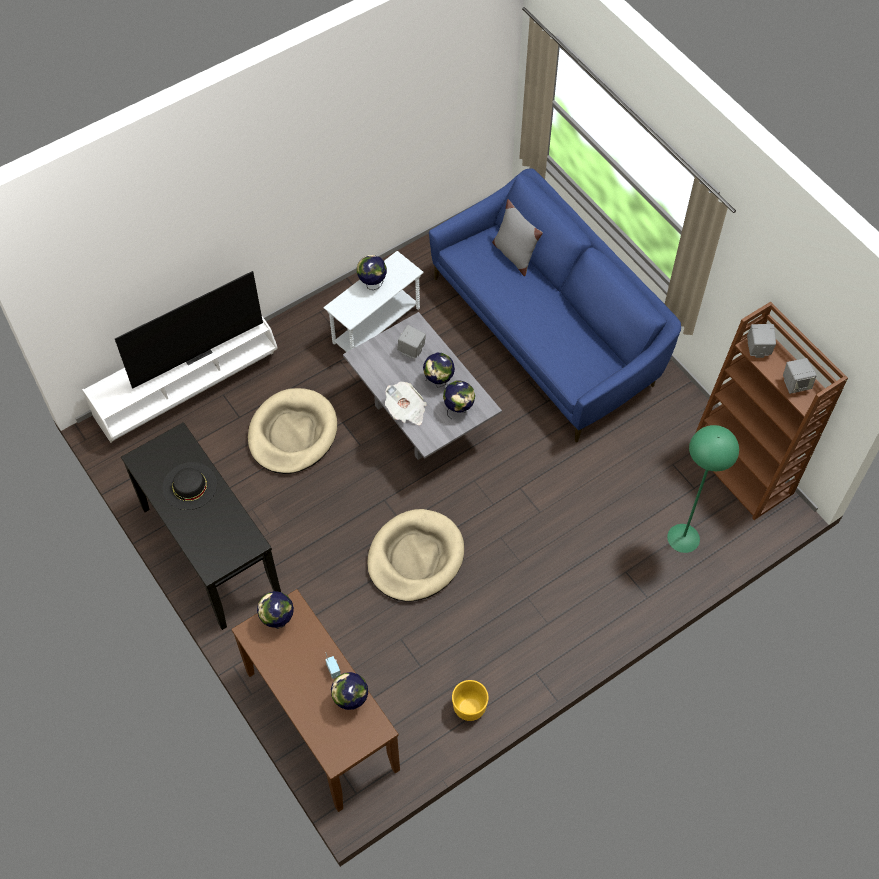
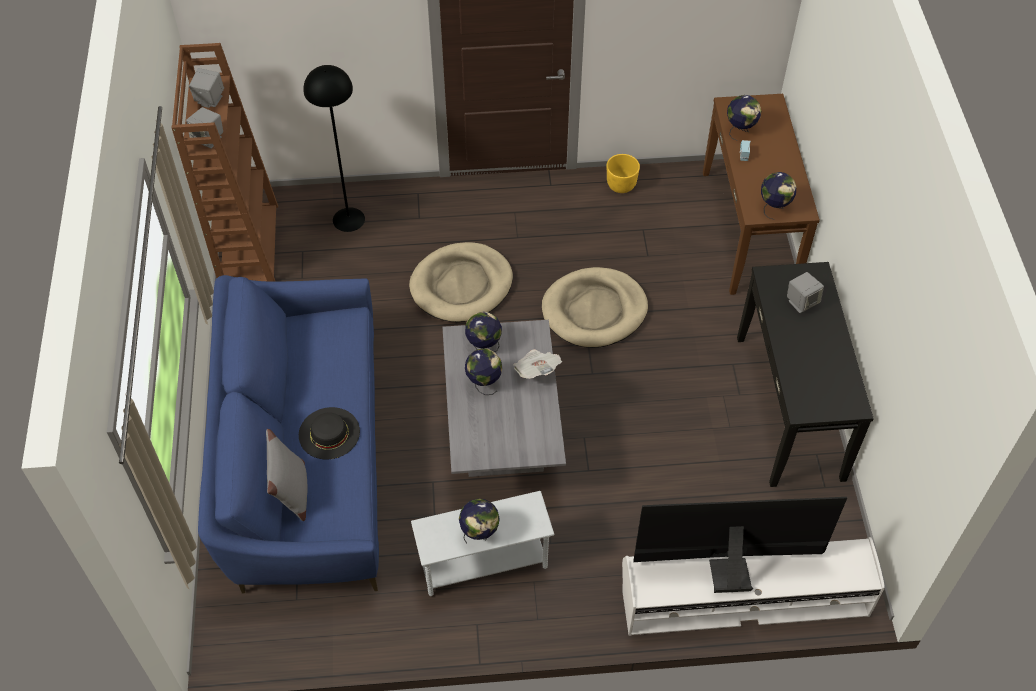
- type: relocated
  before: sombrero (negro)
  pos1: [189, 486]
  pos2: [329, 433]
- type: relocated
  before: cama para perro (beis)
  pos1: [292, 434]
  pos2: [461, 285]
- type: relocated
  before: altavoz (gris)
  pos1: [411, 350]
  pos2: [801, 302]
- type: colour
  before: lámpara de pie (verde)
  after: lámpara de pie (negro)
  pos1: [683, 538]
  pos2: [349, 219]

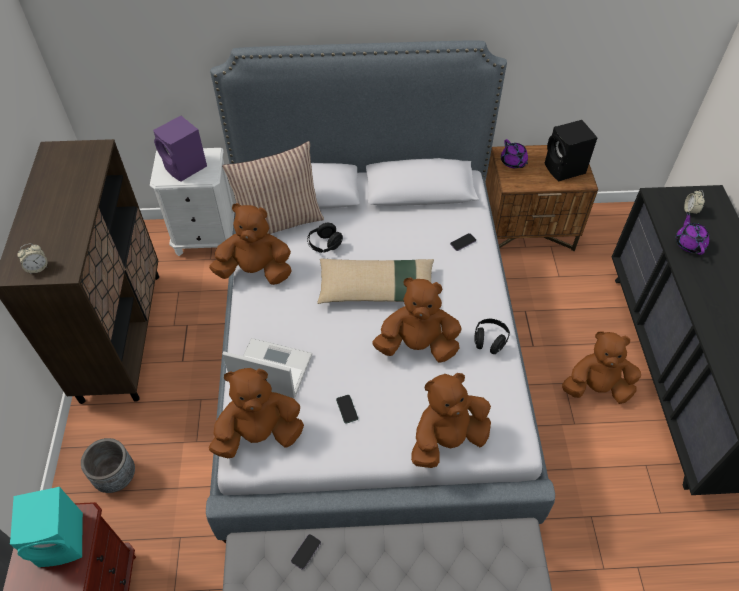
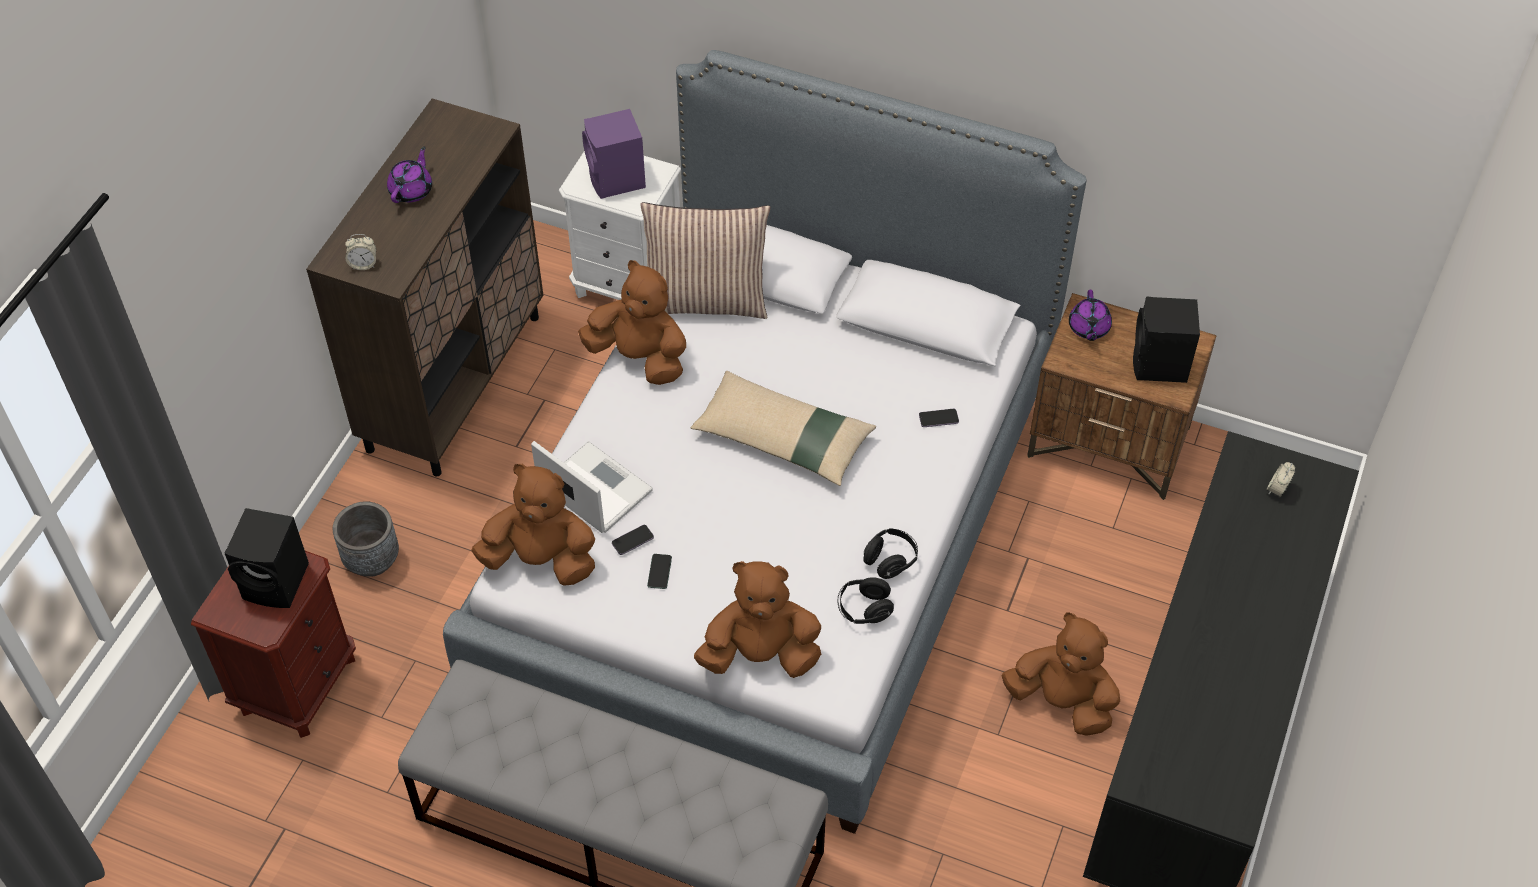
- type: colour
  before: altavoz (turquesa)
  after: altavoz (negro)
  pos1: [63, 540]
  pos2: [278, 582]
- type: relocated
  before: móvil
  pos1: [306, 552]
  pos2: [632, 540]
- type: relocated
  before: auriculares (negro)
  pos1: [324, 245]
  pos2: [864, 609]
- type: missing
  before: peluche (marrón)
  pos1: [417, 345]
- type: relocated
  before: tetera (morado)
  pos1: [689, 243]
  pos2: [412, 190]

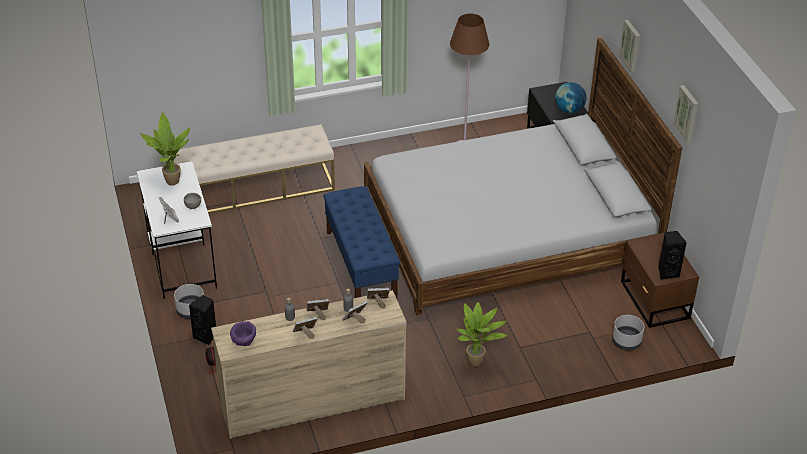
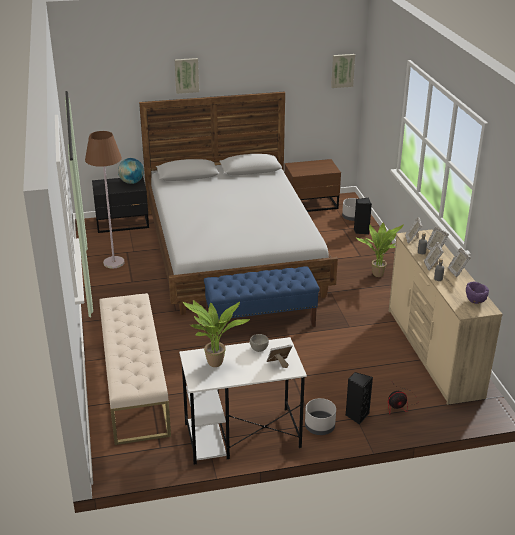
- type: relocated
  before: altavoz (negro)
  pos1: [667, 272]
  pos2: [361, 231]
- type: relocated
  before: cuadro
  pos1: [687, 113]
  pos2: [342, 70]

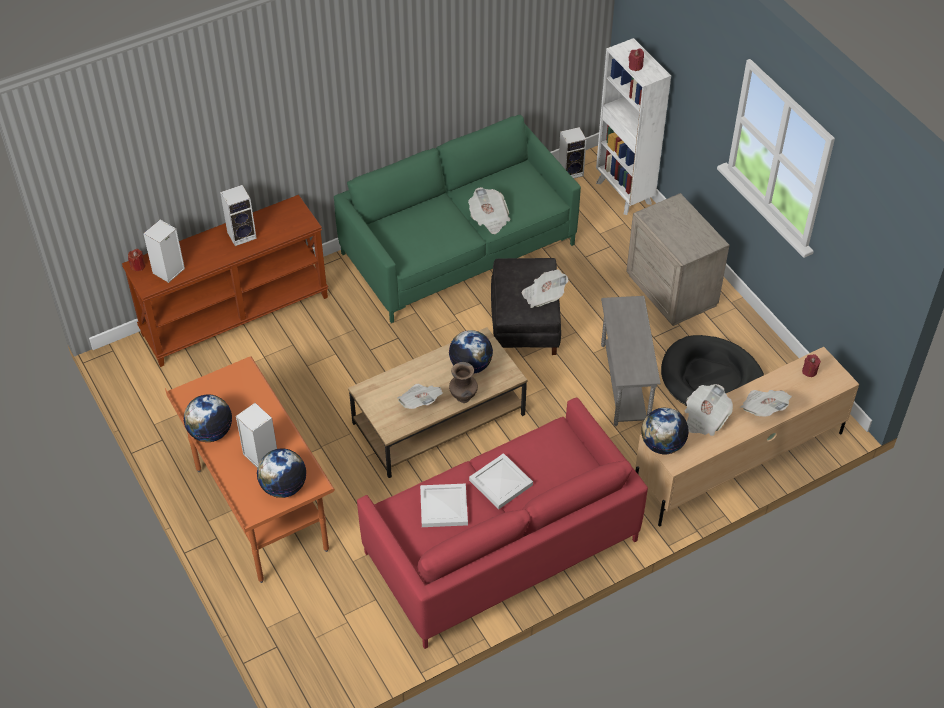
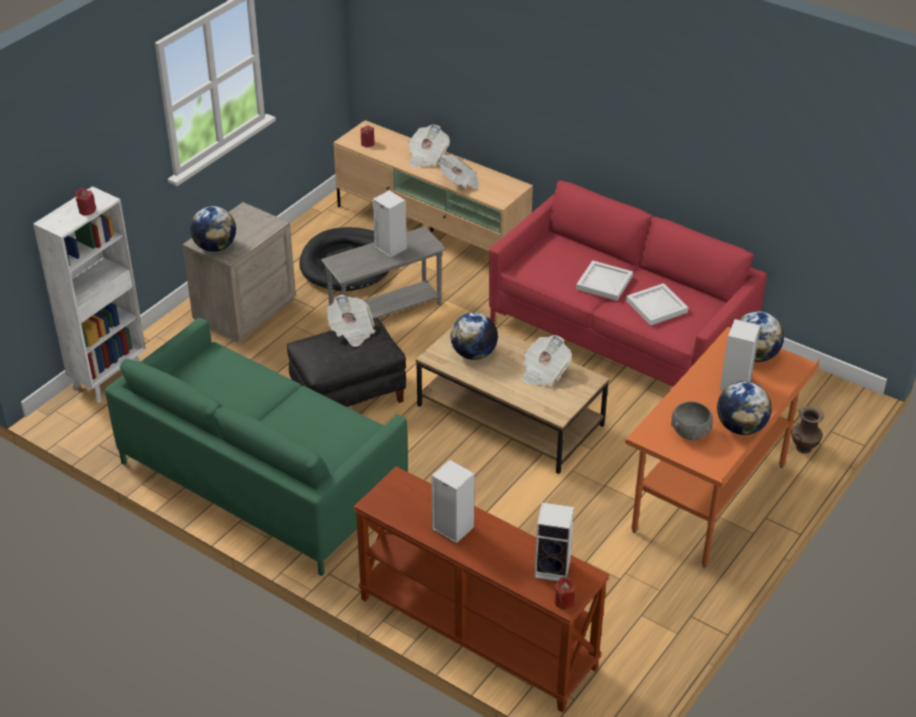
- type: relocated
  before: florero (marrón)
  pos1: [463, 398]
  pos2: [804, 447]
- type: missing
  before: periódico
  pos1: [489, 219]
- type: relocated
  before: altavoz
  pos1: [571, 171]
  pos2: [389, 247]
- type: relocated
  before: globo terráqueo
  pos1: [662, 444]
  pos2: [215, 247]
- type: appeared
  after: cuenco (gris)
  pos2: [690, 432]

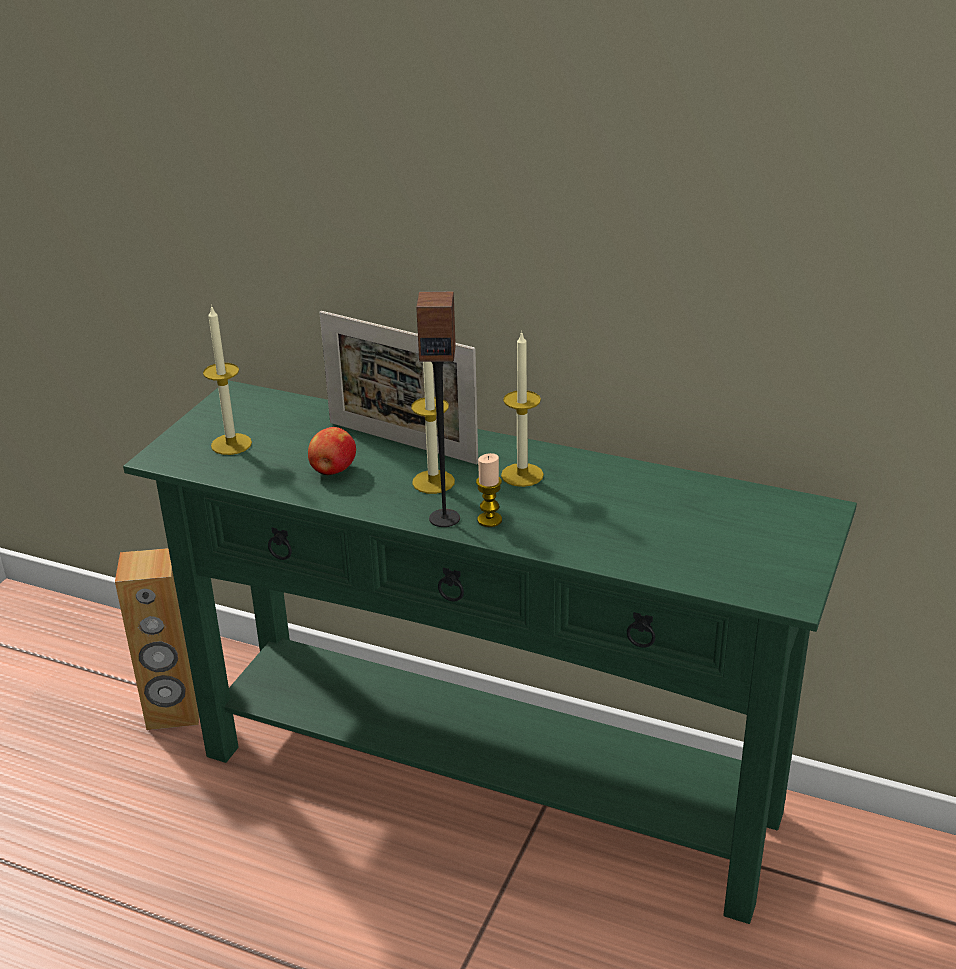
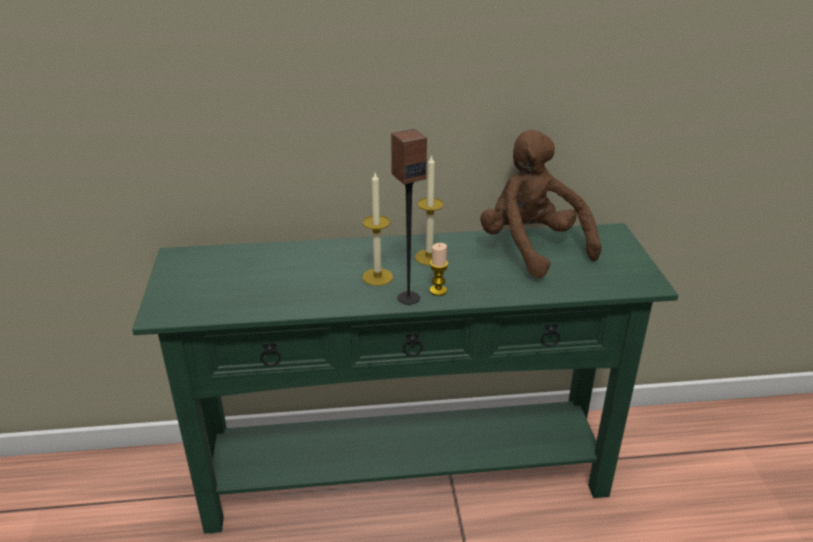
- type: missing
  before: altavoz (marrón)
  pos1: [174, 712]
- type: missing
  before: vela
  pos1: [231, 444]
- type: missing
  before: manzana
  pos1: [332, 471]
- type: missing
  before: portarretratos
  pos1: [402, 442]
- type: appeared
  after: peluche (marrón)
  pos2: [531, 247]

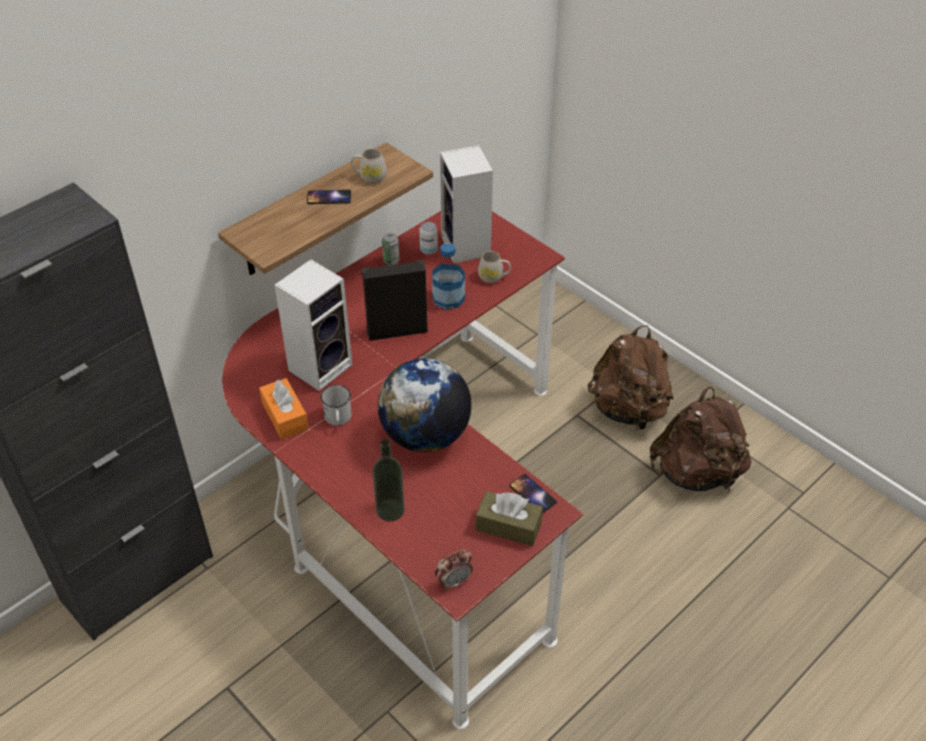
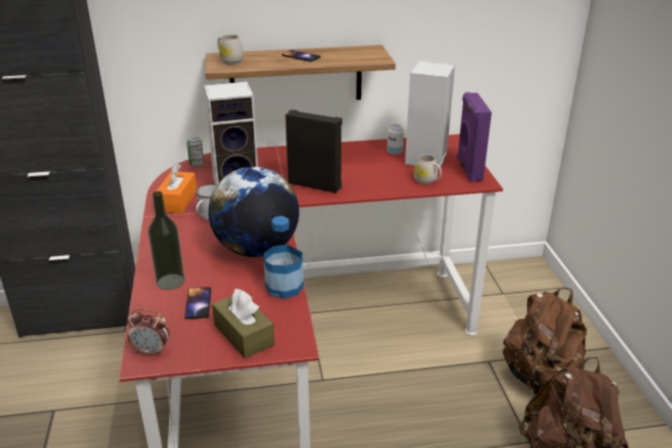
- type: relocated
  before: taza grande (blanco)
  pos1: [369, 177]
  pos2: [229, 61]
- type: relocated
  before: lata
  pos1: [391, 261]
  pos2: [196, 164]
- type: relocated
  before: botella
  pos1: [448, 298]
  pos2: [284, 286]
- type: relocated
  before: móvil
  pos1: [532, 494]
  pos2: [198, 303]
- type: appeared
  after: altavoz (morado)
  pos2: [468, 169]

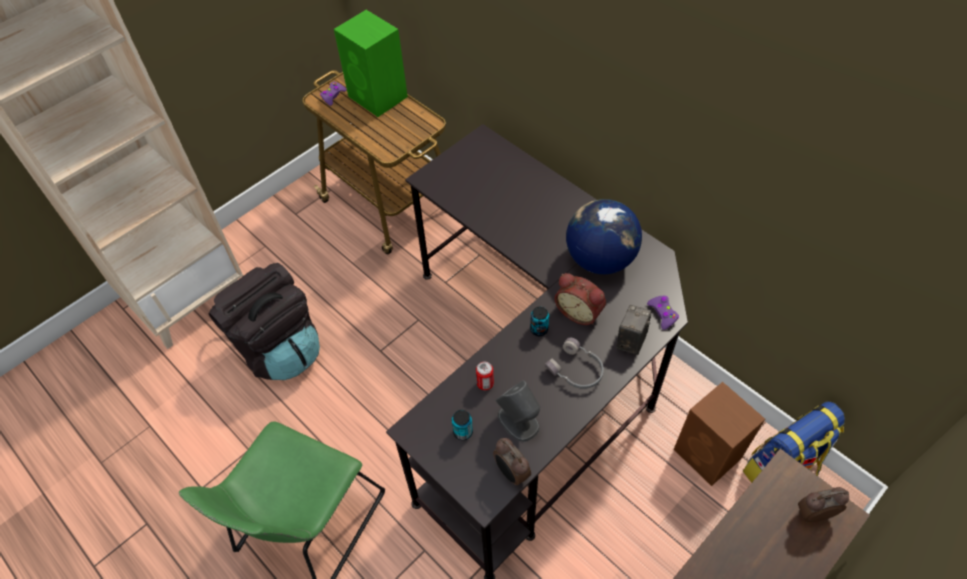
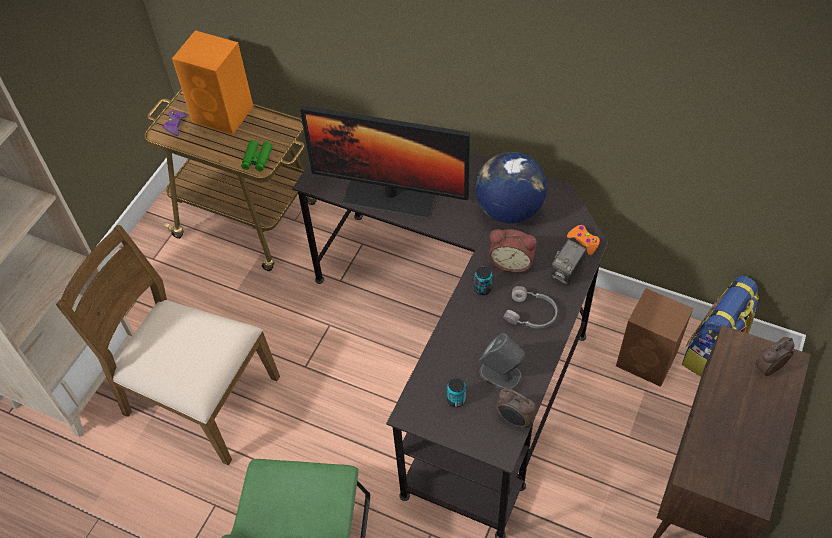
- type: exchanged
  before: mochila (negro)
  after: silla (marrón)
  pos1: [278, 348]
  pos2: [199, 397]
- type: colour
  before: altavoz (verde)
  after: altavoz (naranja)
  pos1: [379, 97]
  pos2: [224, 114]
- type: missing
  before: lata
  pos1: [485, 383]
- type: spun
  before: cámara
  pos1: [631, 340]
  pos2: [566, 272]
  turn: -150
- type: colour
  before: mando de consola (morado)
  after: mando de consola (naranja)
  pos1: [662, 314]
  pos2: [584, 241]
- type: appeared
  after: prismáticos (verde)
  pos2: [257, 159]
- type: appeared
  after: monitor
  pos2: [390, 196]

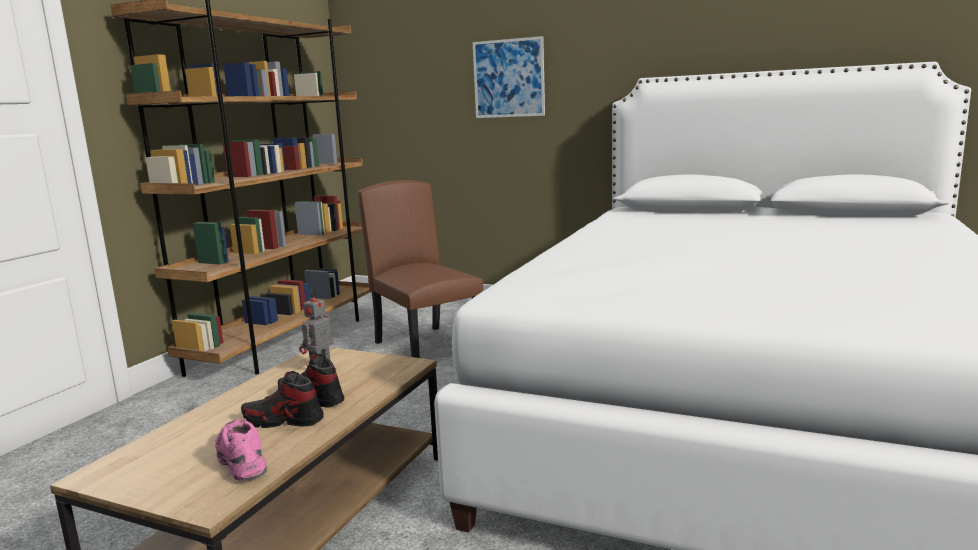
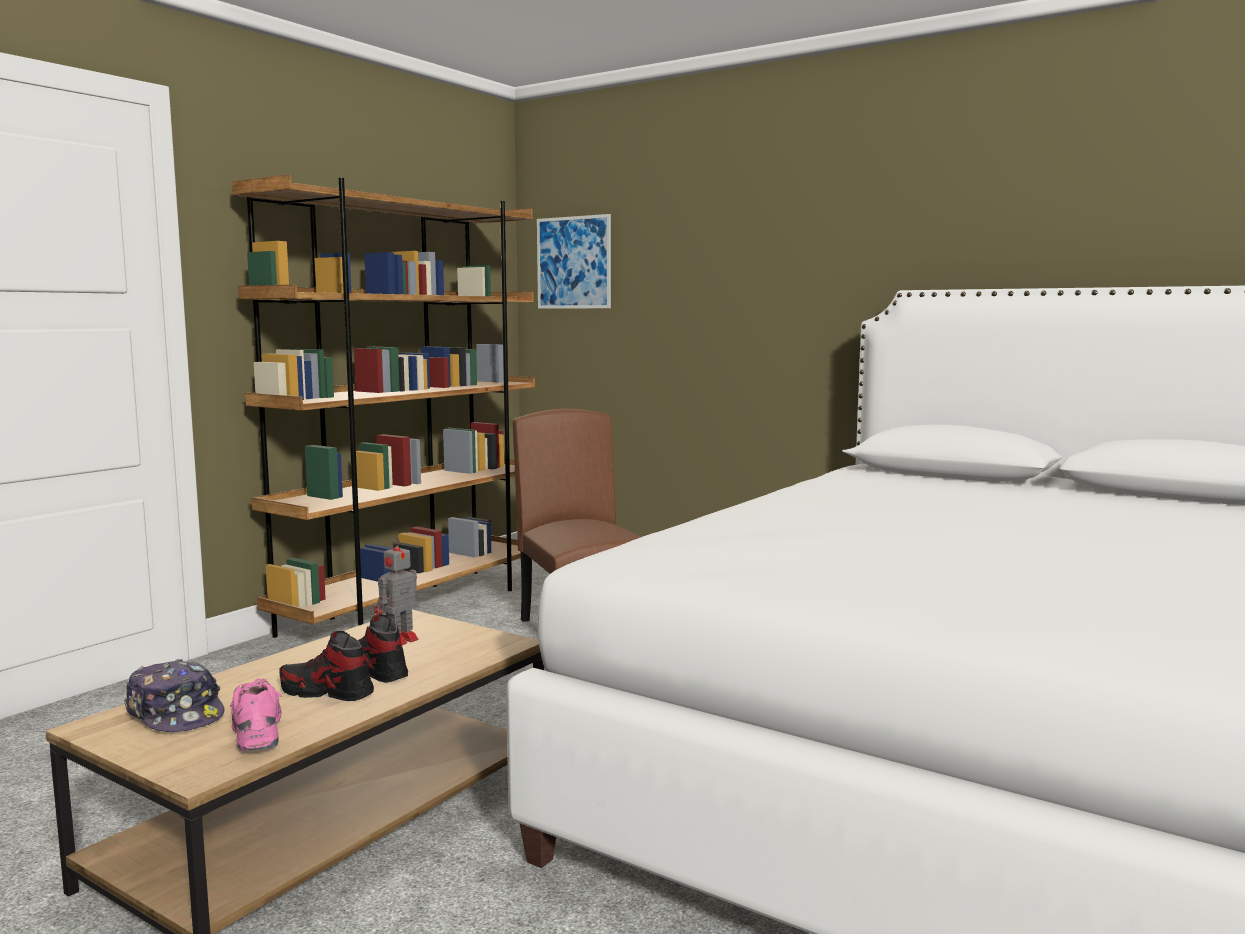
- type: relocated
  before: cuadro
  pos1: [508, 78]
  pos2: [573, 262]
- type: appeared
  after: gorra
  pos2: [176, 714]

